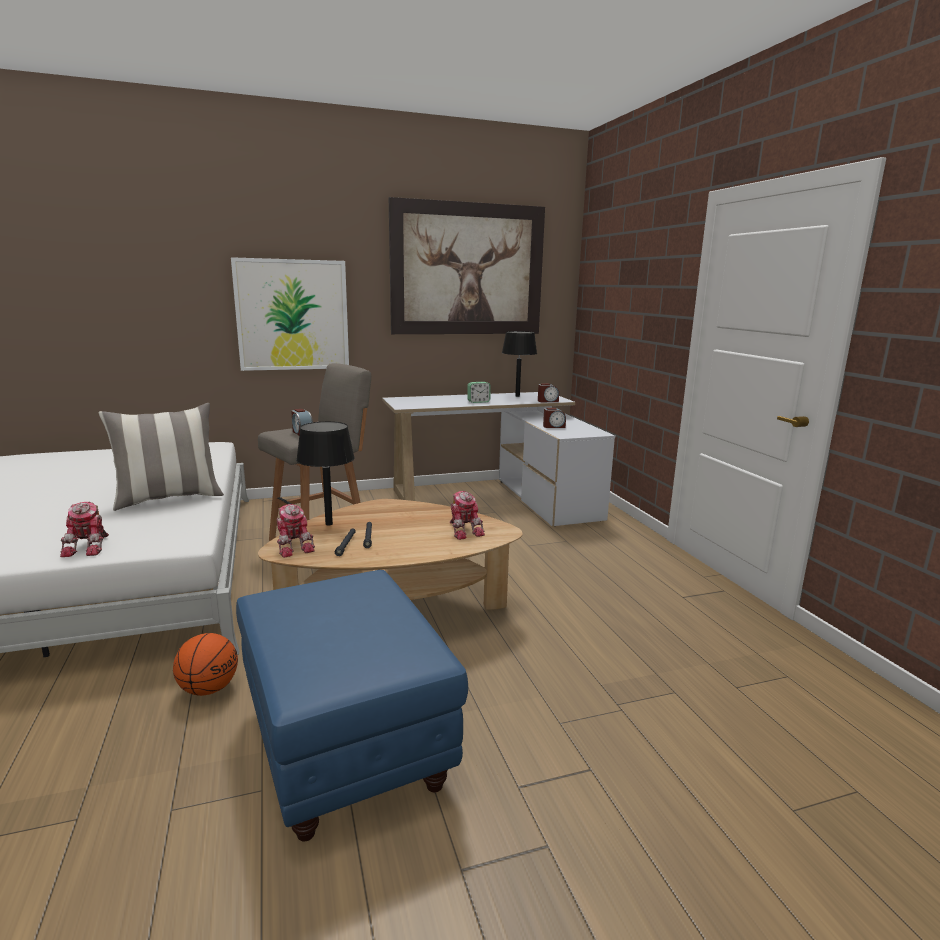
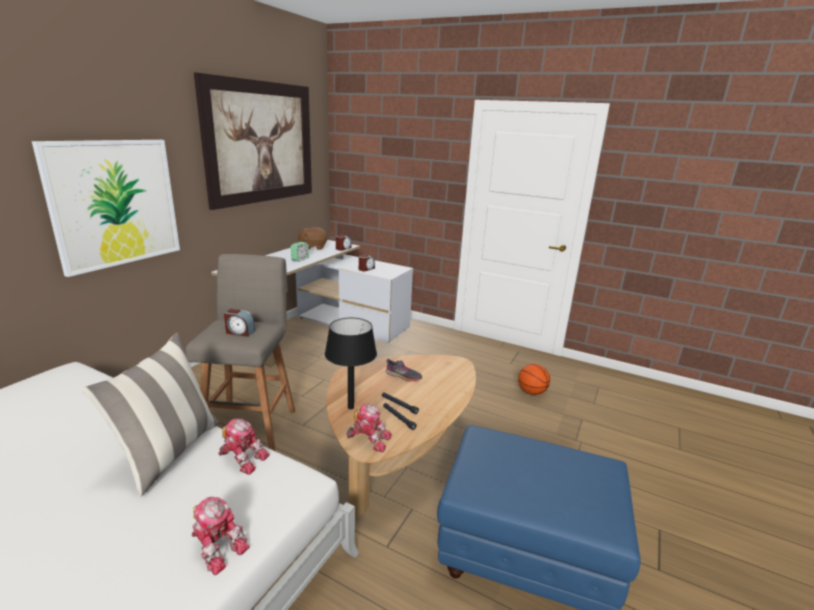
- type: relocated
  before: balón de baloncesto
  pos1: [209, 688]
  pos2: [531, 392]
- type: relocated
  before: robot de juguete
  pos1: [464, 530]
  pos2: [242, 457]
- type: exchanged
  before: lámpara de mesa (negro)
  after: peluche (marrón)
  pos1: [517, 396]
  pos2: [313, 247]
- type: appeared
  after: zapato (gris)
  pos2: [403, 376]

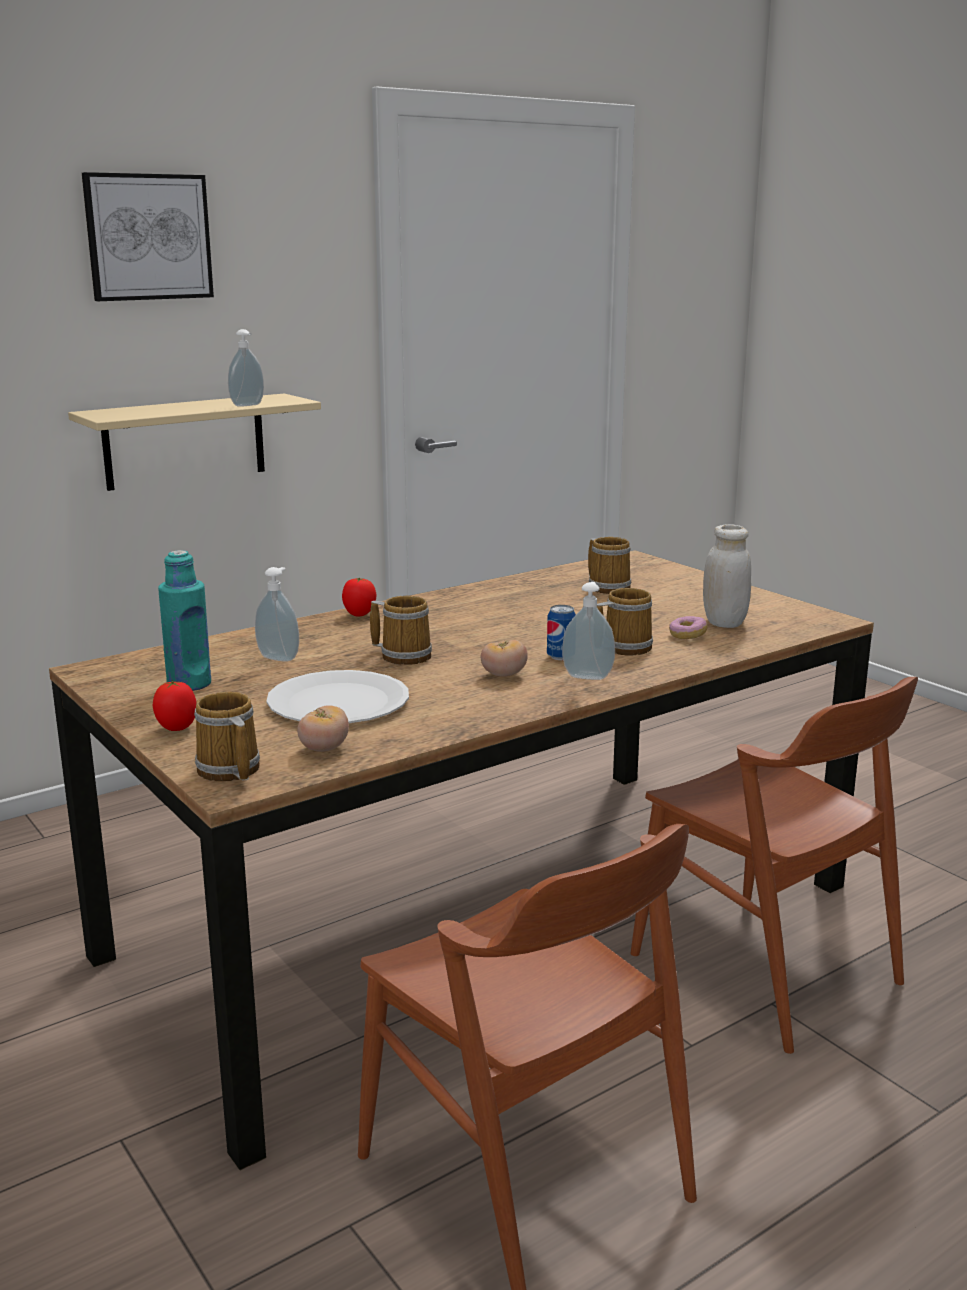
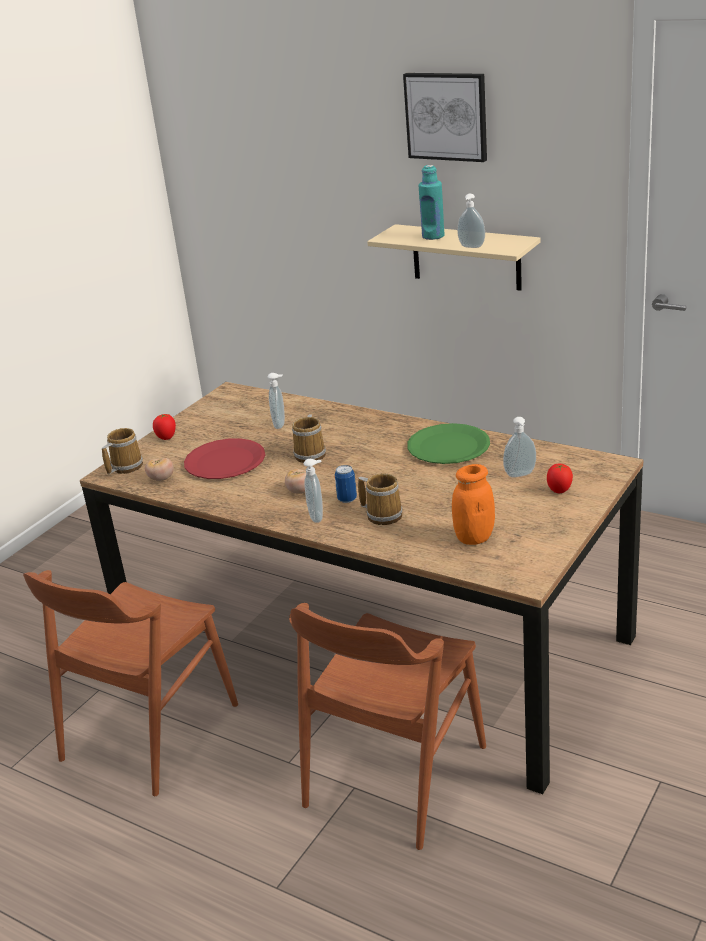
- type: relocated
  before: botella (turquesa)
  pos1: [189, 684]
  pos2: [433, 236]
- type: colour
  before: plato (blanco)
  after: plato (rojo)
  pos1: [338, 702]
  pos2: [224, 461]
- type: relocated
  before: tomate
  pos1: [359, 615]
  pos2: [559, 491]
- type: exchanged
  before: taza grande
  after: dispensador de jabón
  pos1: [608, 587]
  pos2: [520, 475]
- type: missing
  before: rosquilla
  pos1: [687, 636]
- type: colour
  before: tarro (blanco)
  after: tarro (naranja)
  pos1: [724, 623]
  pos2: [474, 538]
- type: appeared
  after: plato (verde)
  pos2: [448, 446]

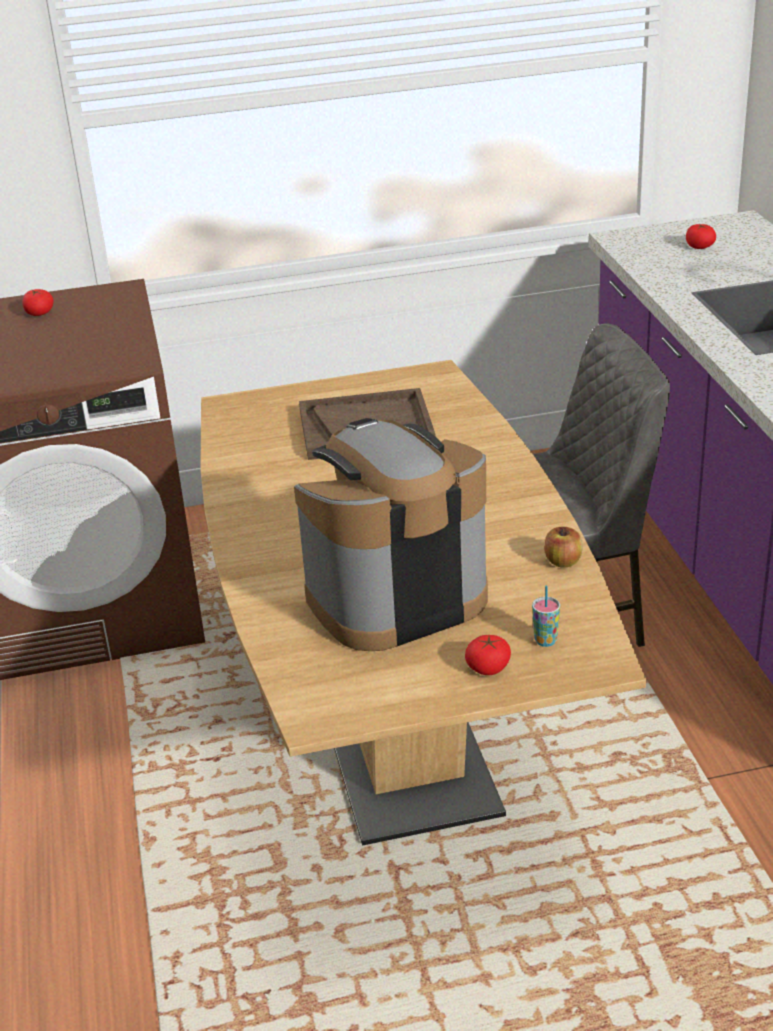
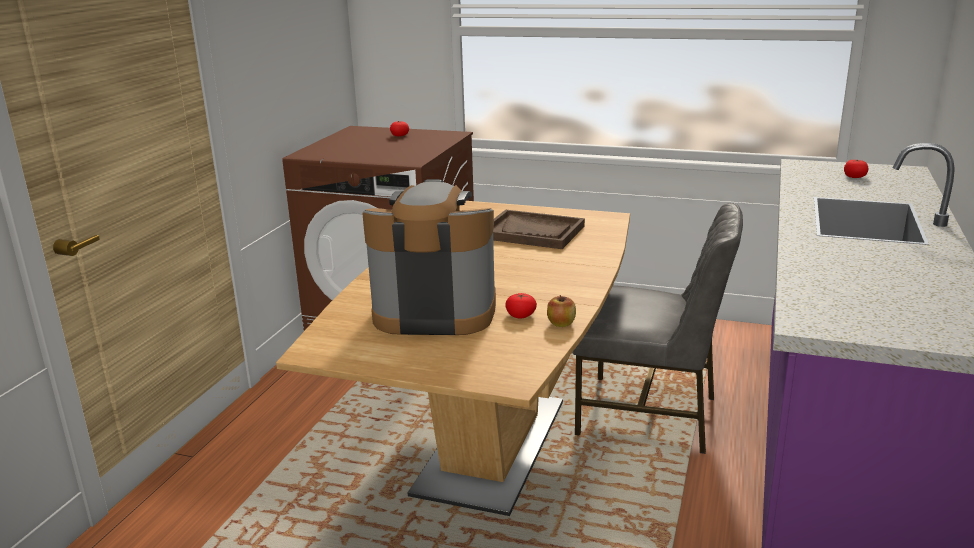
- type: relocated
  before: tomate
  pos1: [488, 667]
  pos2: [520, 315]
- type: missing
  before: taza
  pos1: [545, 641]

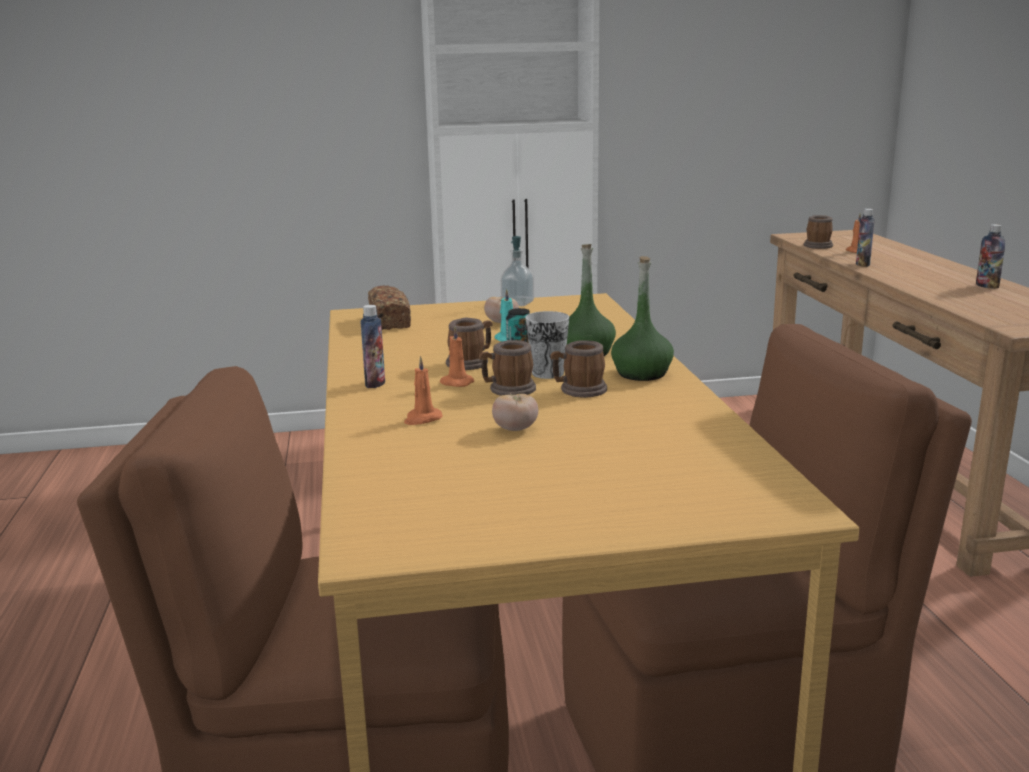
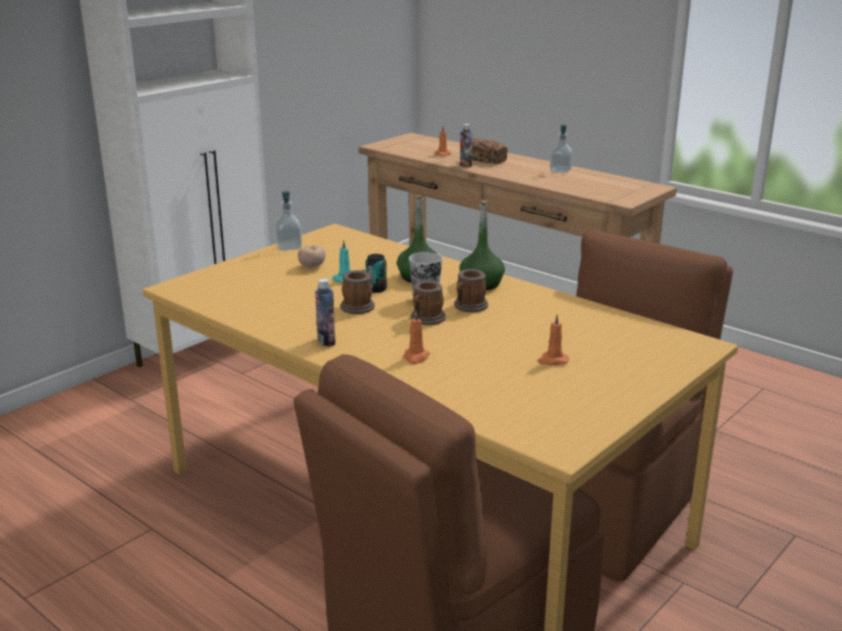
- type: relocated
  before: pan
  pos1: [390, 322]
  pos2: [486, 160]
- type: relocated
  before: vela (naranja)
  pos1: [456, 383]
  pos2: [552, 360]
- type: missing
  before: tomate
  pos1: [515, 429]
- type: missing
  before: taza grande
  pos1: [819, 245]
- type: exchanged
  before: botella
  after: dispensador de jabón
  pos1: [987, 286]
  pos2: [560, 171]

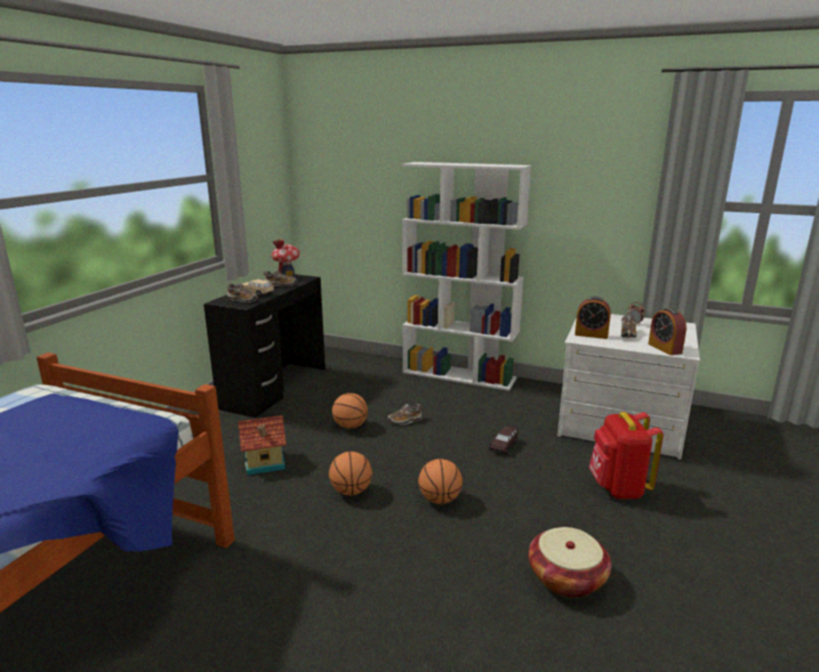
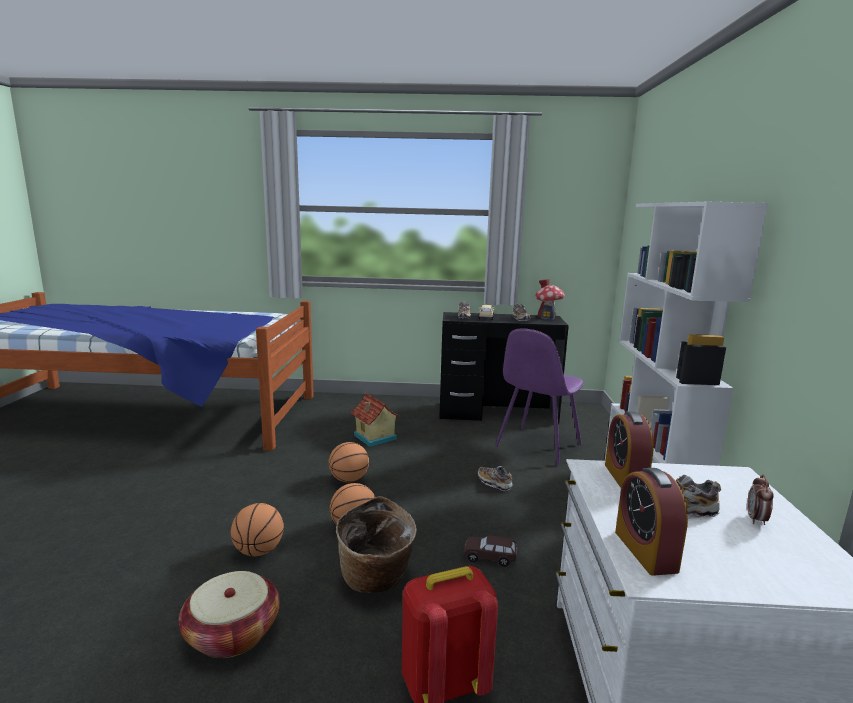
- type: relocated
  before: balón de baloncesto
  pos1: [350, 426]
  pos2: [259, 551]
- type: spun
  before: despertador
  pos1: [664, 348]
  pos2: [645, 551]
  turn: -60
- type: appeared
  after: cesta
  pos2: [376, 578]
- type: appeared
  after: silla (morado)
  pos2: [537, 446]

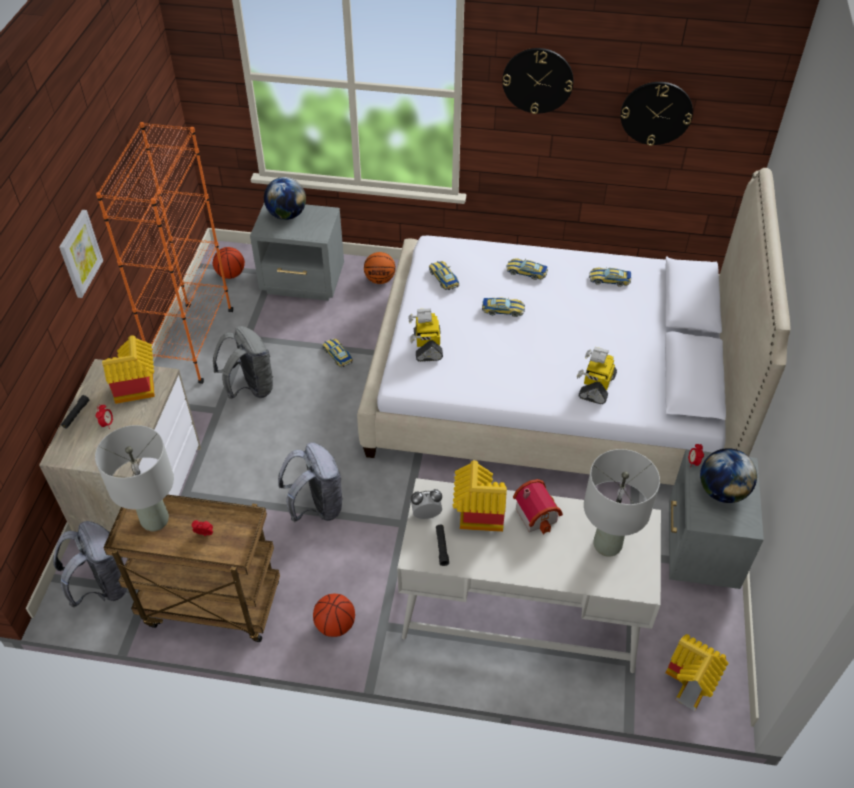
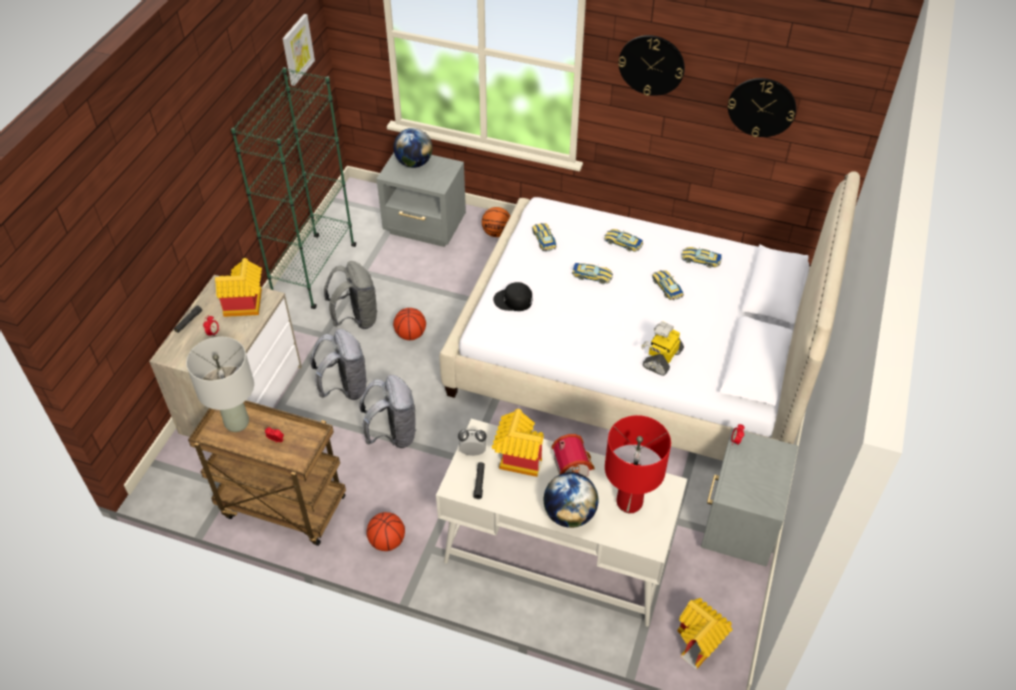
- type: relocated
  before: mochila (gris)
  pos1: [103, 586]
  pos2: [345, 388]
- type: relocated
  before: cuadro
  pos1: [79, 253]
  pos2: [297, 49]
- type: colour
  before: estantería (naranja)
  after: estantería (verde)
  pos1: [194, 344]
  pos2: [314, 272]
- type: relocated
  before: balón de baloncesto
  pos1: [230, 274]
  pos2: [410, 334]
- type: relocated
  before: coche de juguete
  pos1: [337, 355]
  pos2: [667, 287]
- type: exchanged
  before: robot de juguete
  after: gorra (negro)
  pos1: [427, 346]
  pos2: [513, 300]
- type: colour
  before: lámpara de mesa (gris)
  after: lámpara de mesa (rojo)
  pos1: [607, 544]
  pos2: [629, 502]
- type: relocated
  before: globo terráqueo
  pos1: [722, 491]
  pos2: [569, 514]

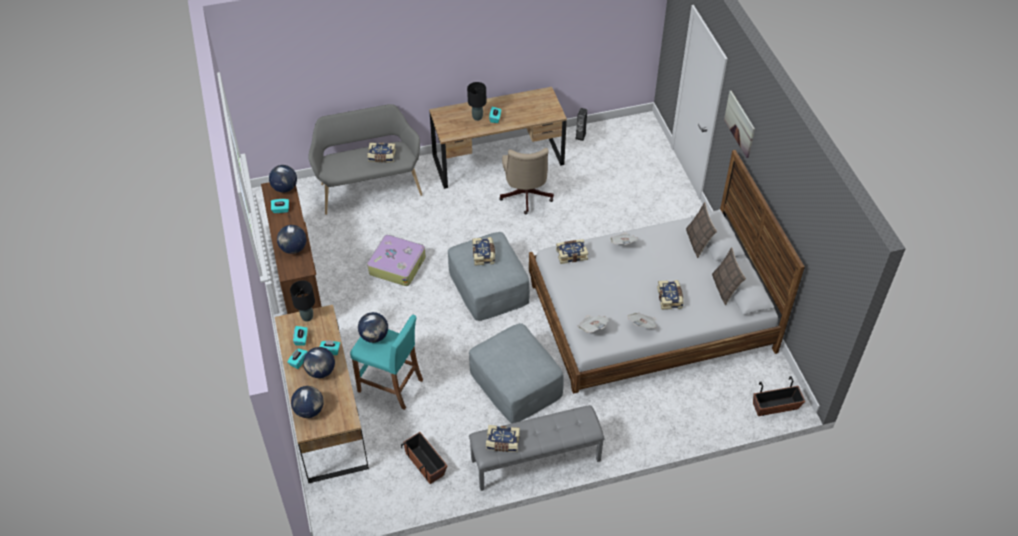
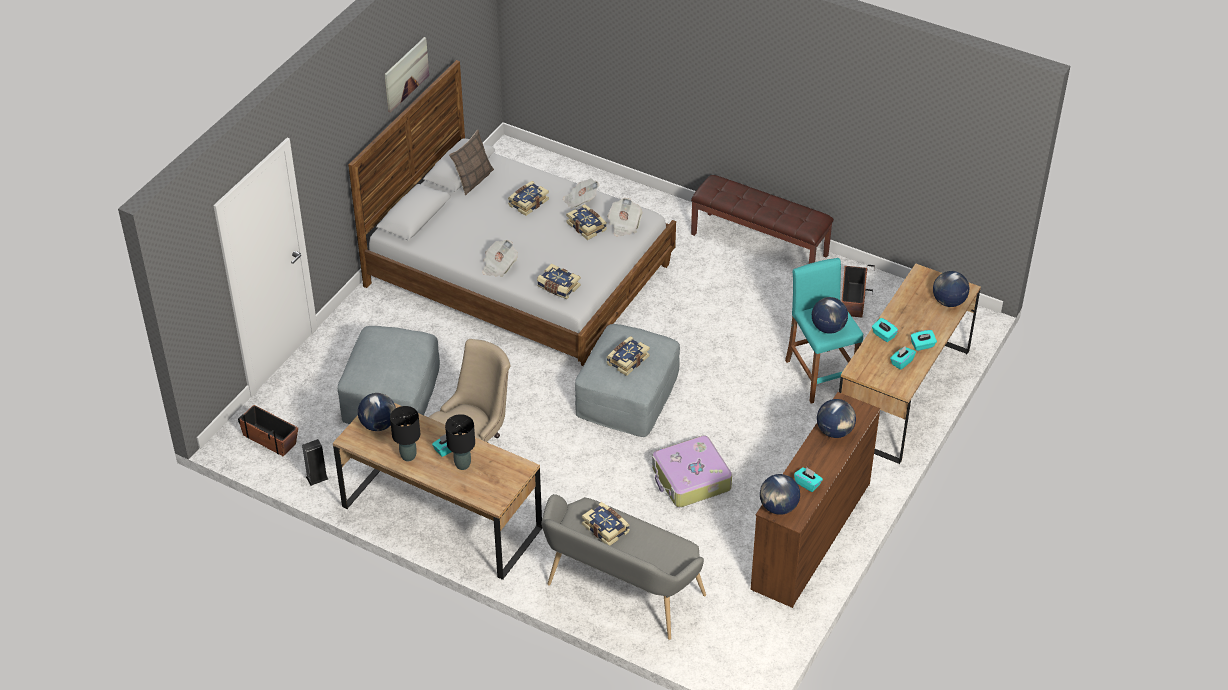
- type: relocated
  before: lámpara de mesa (negro)
  pos1: [307, 317]
  pos2: [408, 456]
- type: relocated
  before: globo terráqueo
  pos1: [320, 371]
  pos2: [378, 425]
- type: relocated
  before: puf (gris)
  pos1: [516, 383]
  pos2: [391, 394]
- type: colour
  before: banco (gris)
  after: banco (marrón)
  pos1: [535, 461]
  pos2: [760, 244]
- type: relocated
  before: libro
  pos1: [502, 443]
  pos2: [587, 226]
- type: missing
  before: cojín
  pos1: [698, 242]
- type: relocated
  before: cuadro
  pos1: [739, 124]
  pos2: [406, 74]
- type: relocated
  before: maceta
  pos1: [775, 407]
  pos2: [270, 439]

